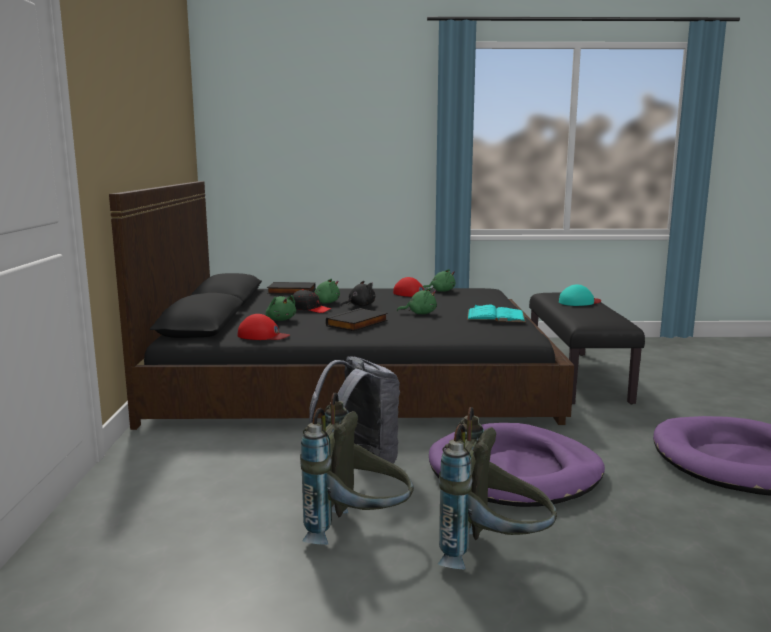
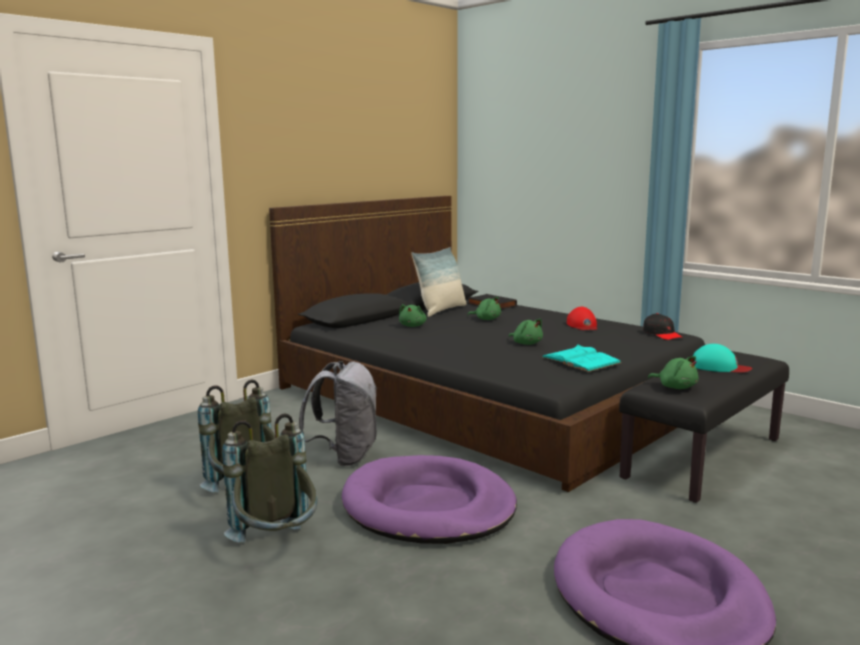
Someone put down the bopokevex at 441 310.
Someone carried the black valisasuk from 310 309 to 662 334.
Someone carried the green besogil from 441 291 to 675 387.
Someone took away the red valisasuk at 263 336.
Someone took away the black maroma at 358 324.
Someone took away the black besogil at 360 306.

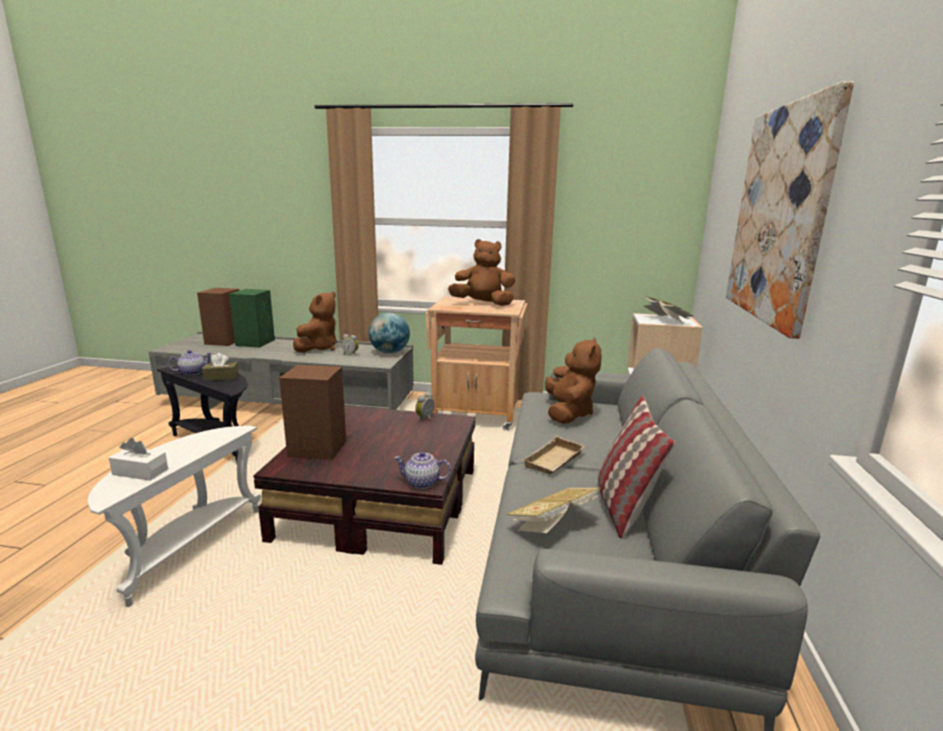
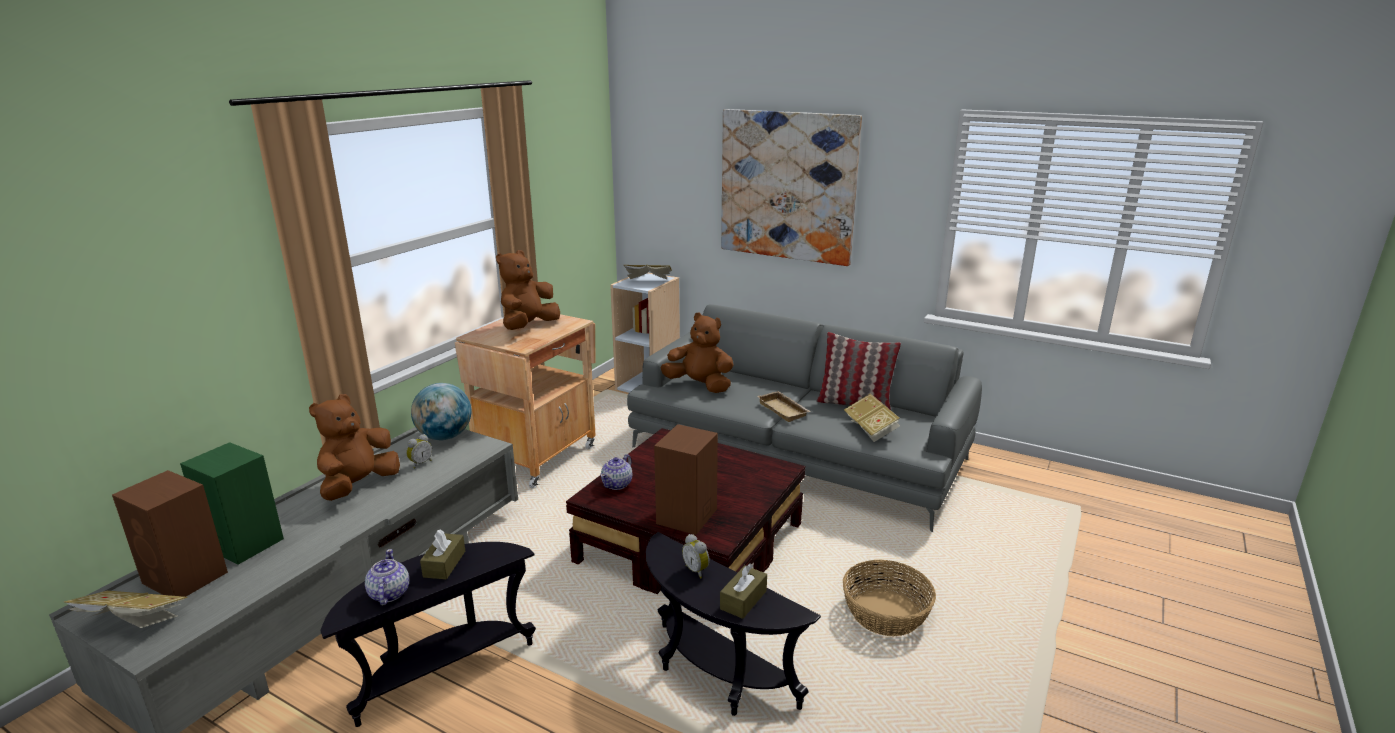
Someone put down the maroma at 132 623.
Someone rotated the brown besogil at 318 348 by 105 degrees counterclockwise.
Someone carried the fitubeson from 422 483 to 617 484.
Someone repainted the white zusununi at 187 549, which became the black zusununi at 714 677.
Someone carried the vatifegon from 426 418 to 697 570.
Someone repainted the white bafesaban at 140 472, which became the brown bafesaban at 743 600.
Someone put down the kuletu at 886 613.

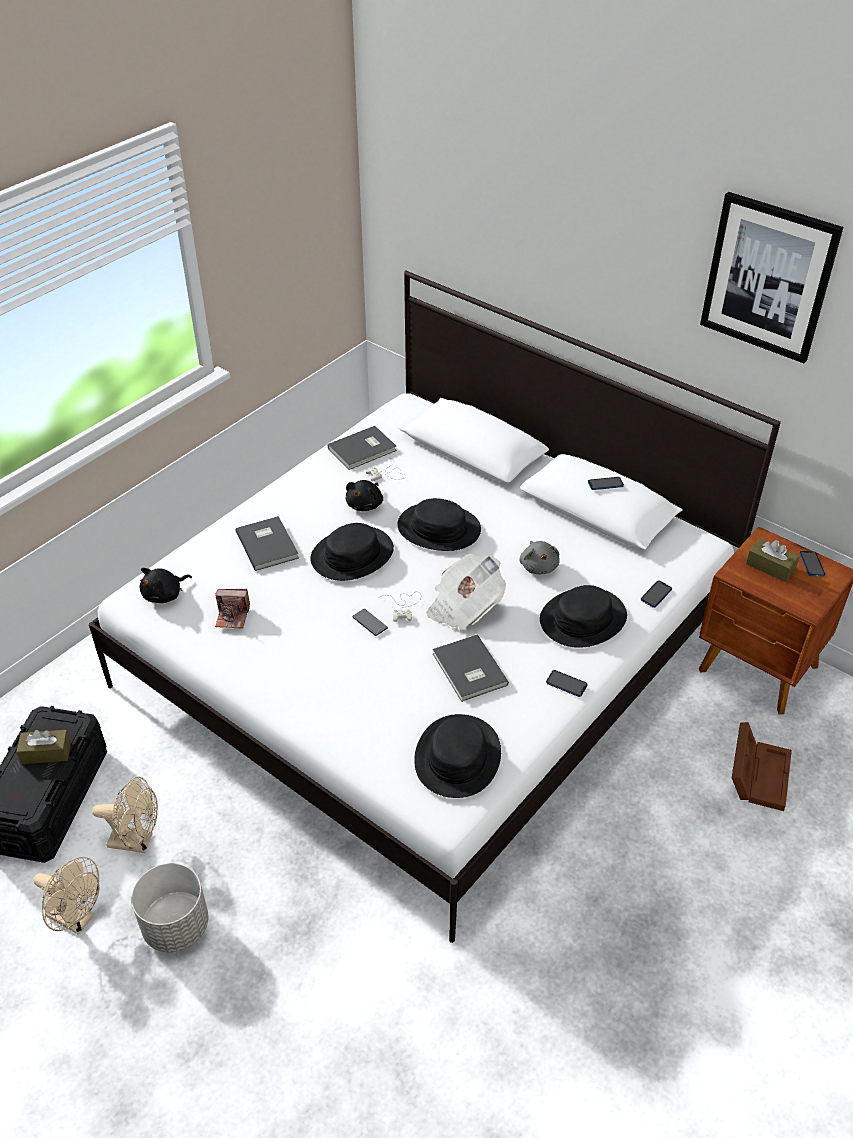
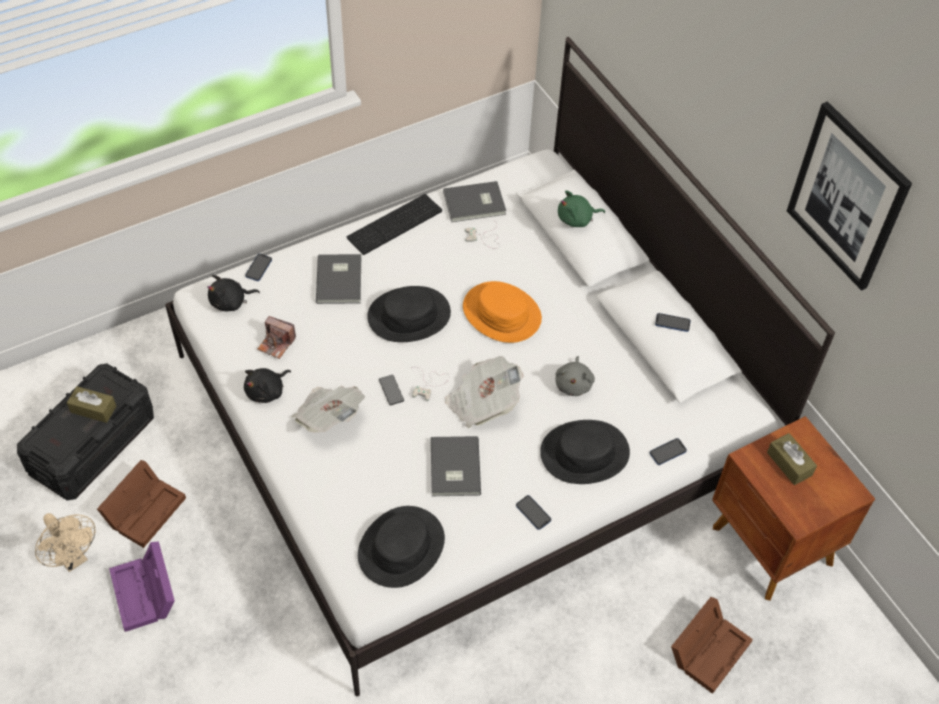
Someone swapped the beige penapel at 137 841 for the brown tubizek at 145 508.
Someone swapped the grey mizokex at 177 926 for the purple tubizek at 145 594.
Someone carried the black besogil from 365 504 to 267 391.
Someone carried the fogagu from 811 564 to 258 268.
Someone put down the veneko at 329 417.
Someone put down the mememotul at 395 226.
Someone repainted the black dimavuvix at 439 528, which became the orange dimavuvix at 501 313.
Someone put down the green besogil at 577 219.

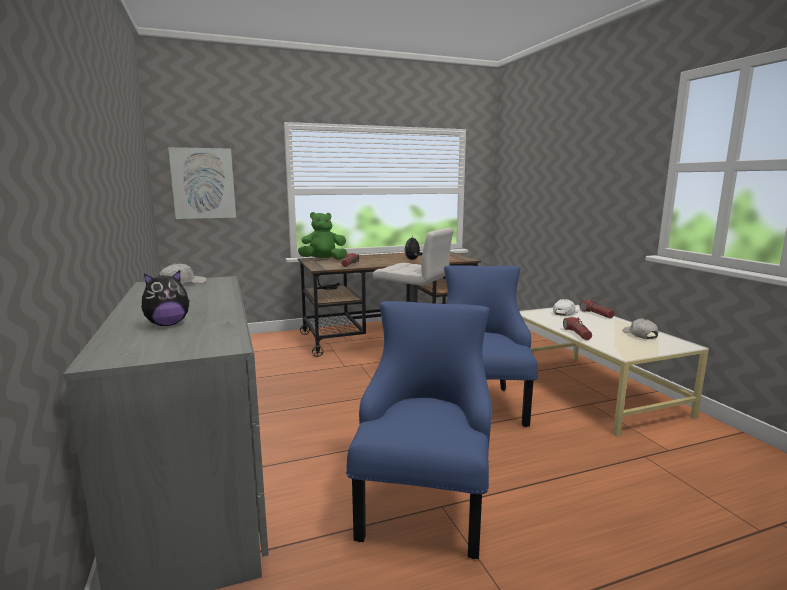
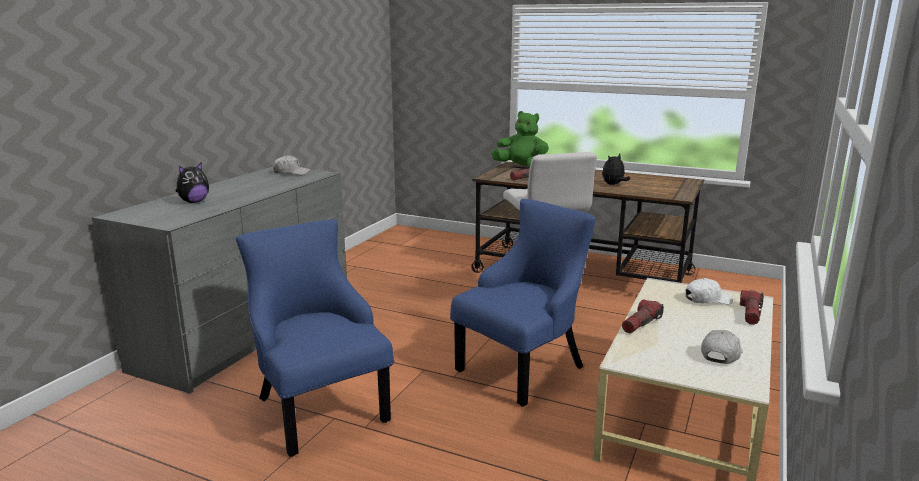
Someone rotated the besogil at 167 324 by 60 degrees counterclockwise.
Someone rotated the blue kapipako at 424 509 by 90 degrees counterclockwise.
Someone took away the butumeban at 203 183.

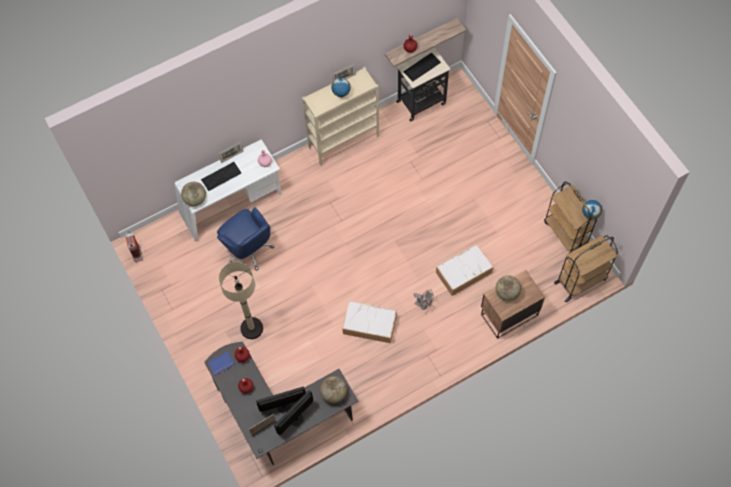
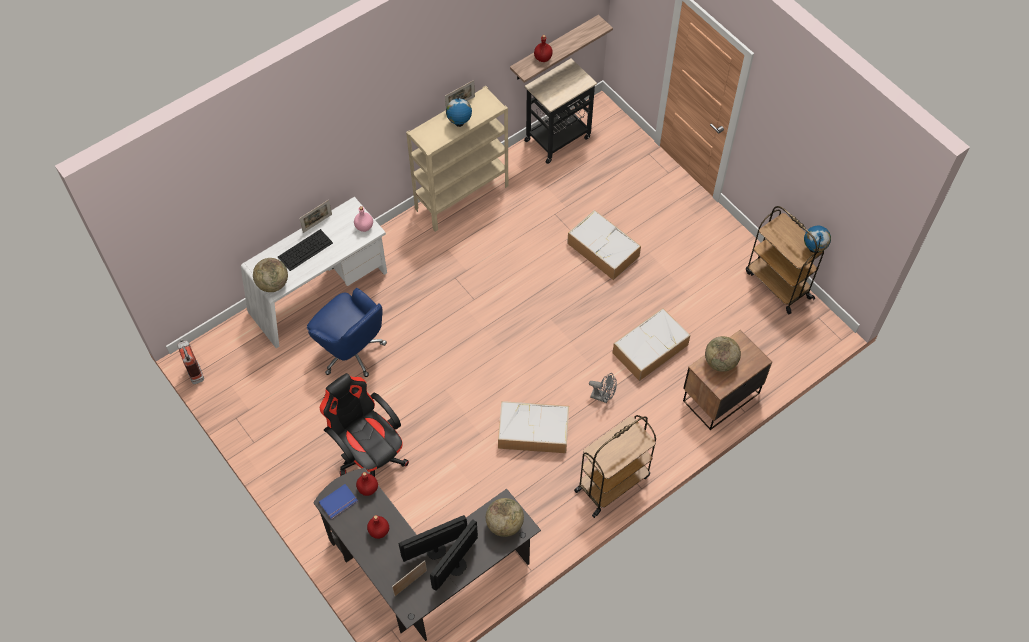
Someone swapped the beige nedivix at 251 328 for the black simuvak at 370 455.
Someone put down the tubizek at 604 250.
Someone carried the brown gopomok from 581 281 to 613 483.
Someone took away the mememotul at 422 66.

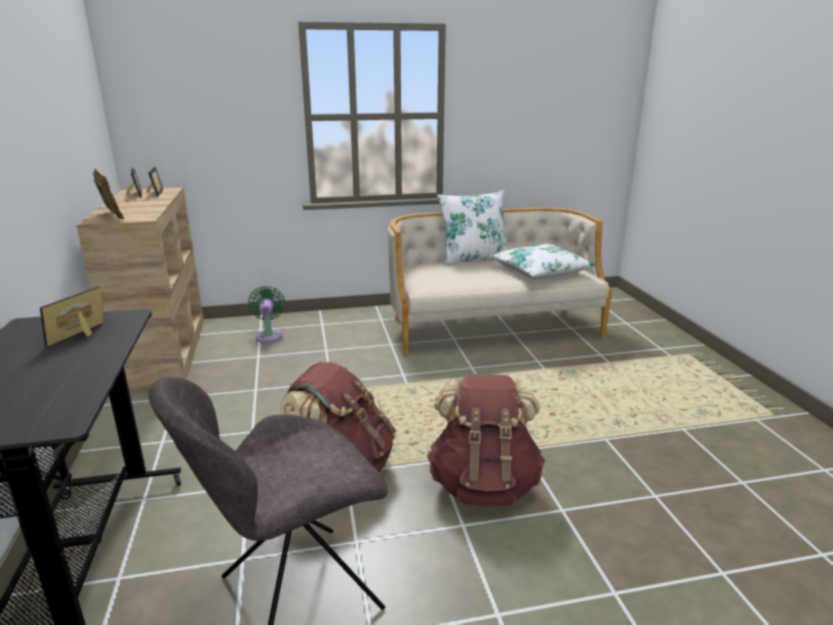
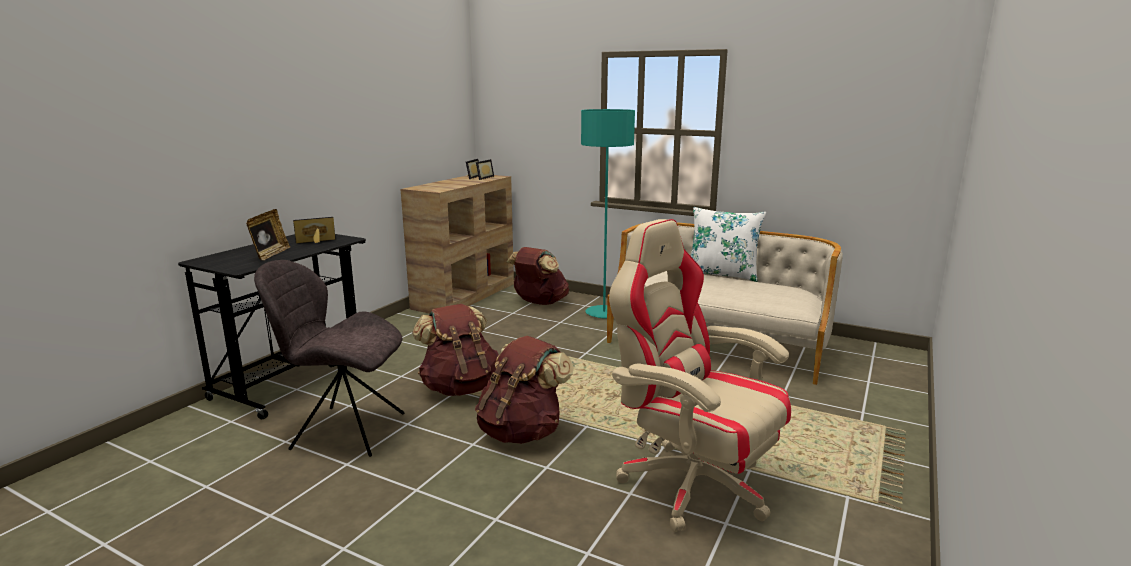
Someone carried the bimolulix from 111 216 to 270 254.
Someone swapped the green penapel at 269 335 for the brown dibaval at 539 302.
Someone put down the turquoise nedivix at 604 313.
Someone put down the beige simuvak at 694 485.
Someone took away the white bopokevex at 540 272.

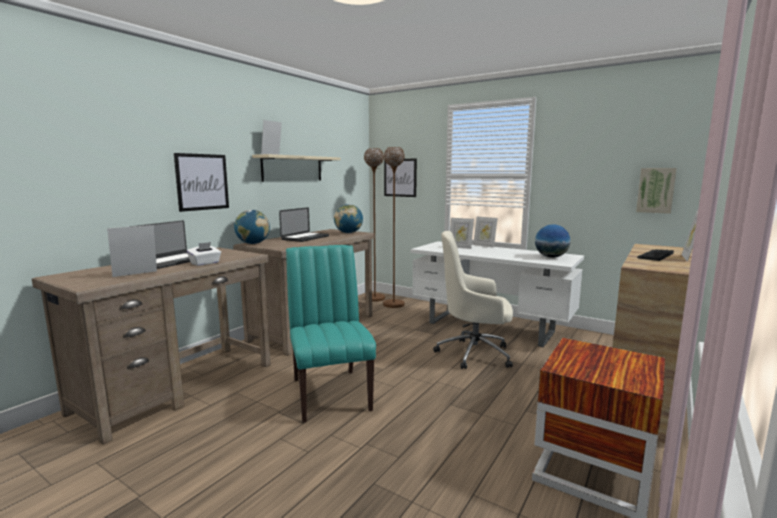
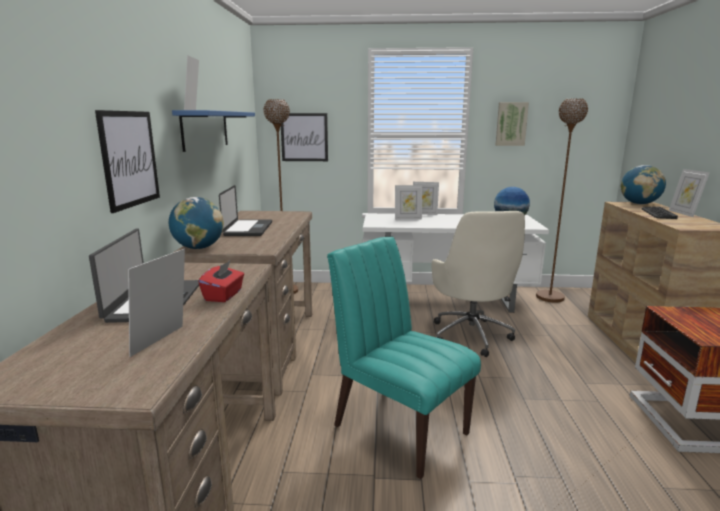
Someone repainted the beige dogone at 292 168, which became the blue dogone at 205 129.
Someone repainted the white bafesaban at 205 263, which became the red bafesaban at 224 295.
Someone rotated the beige simuvak at 474 354 by 75 degrees counterclockwise.
Someone carried the butumeban from 655 190 to 511 124.
Someone carried the brown nedivix from 393 304 to 549 297.
Someone carried the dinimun from 348 233 to 639 204.

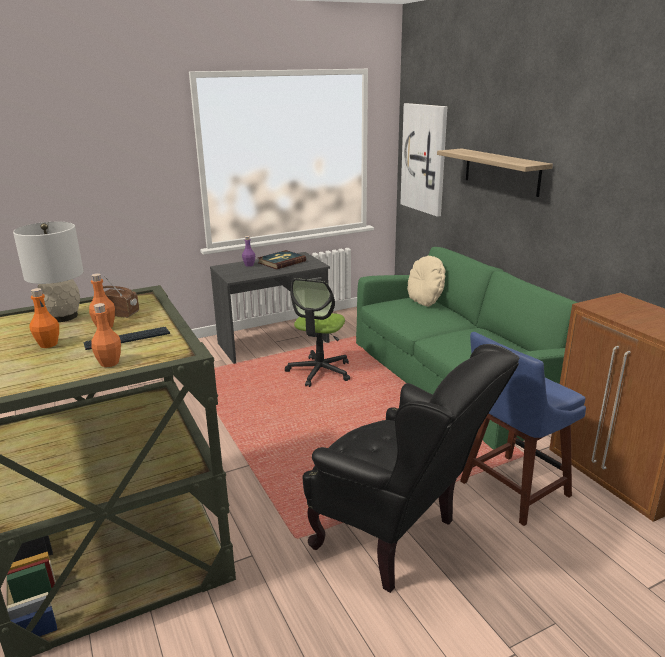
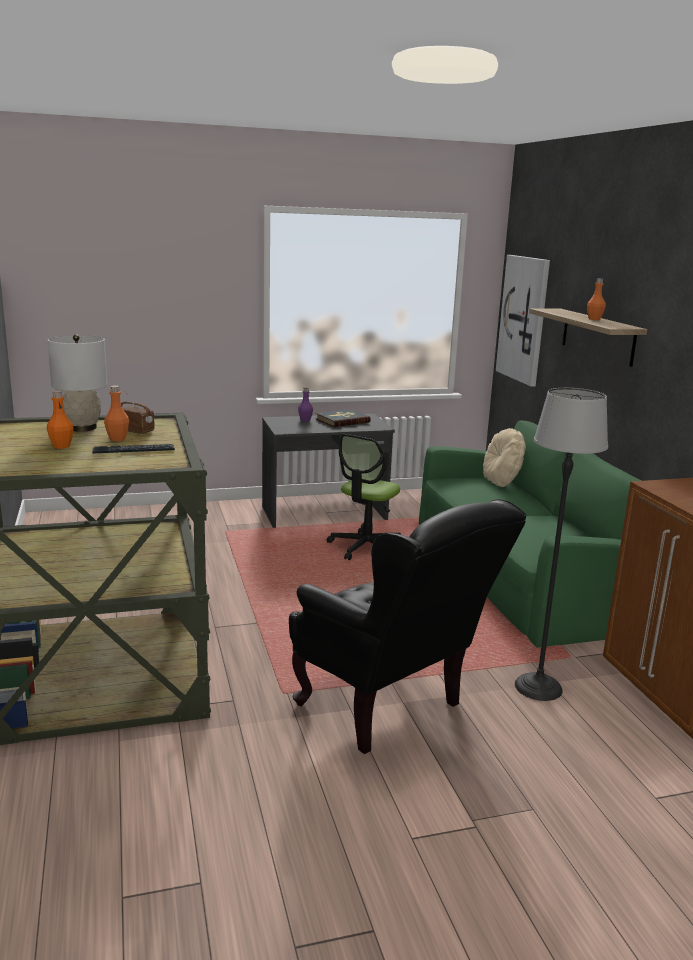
Someone swapped the blue kapipako at 510 490 for the nedivix at 538 687.
Someone carried the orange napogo from 109 363 to 594 319.

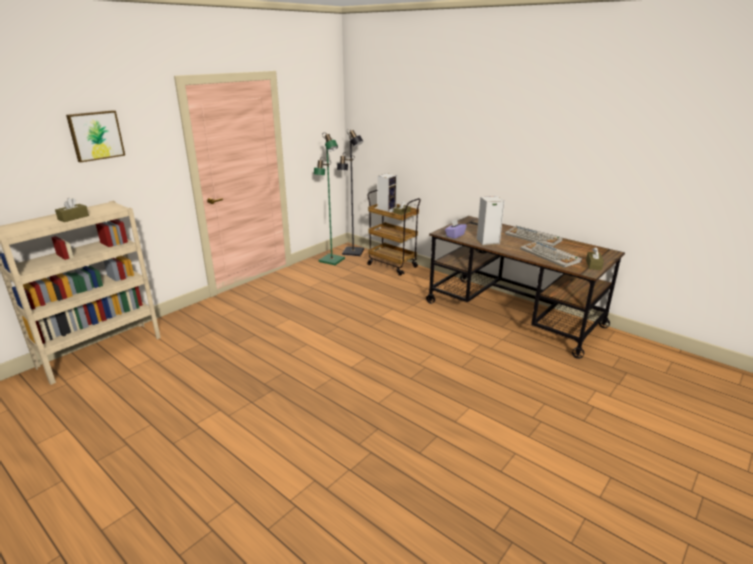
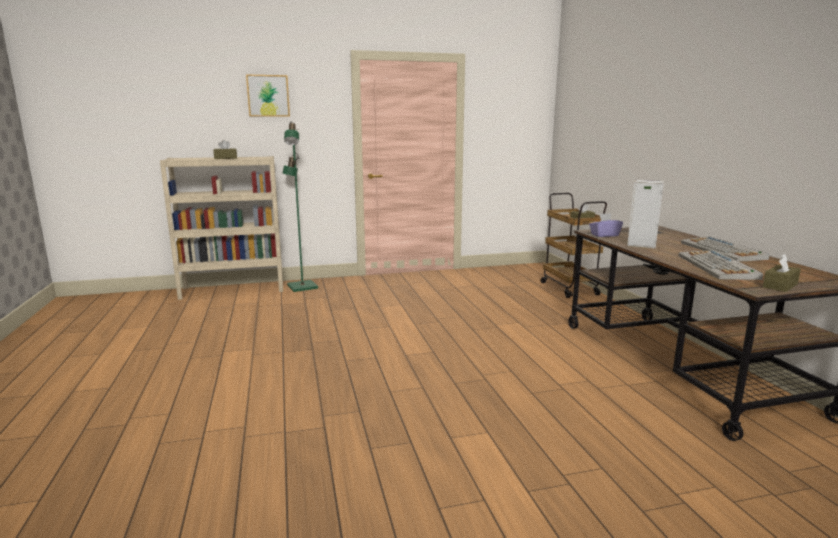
Someone carried the green nedivix from 331 260 to 302 286.
Someone took away the black nedivix at 353 252.
Someone took away the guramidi at 387 210.

